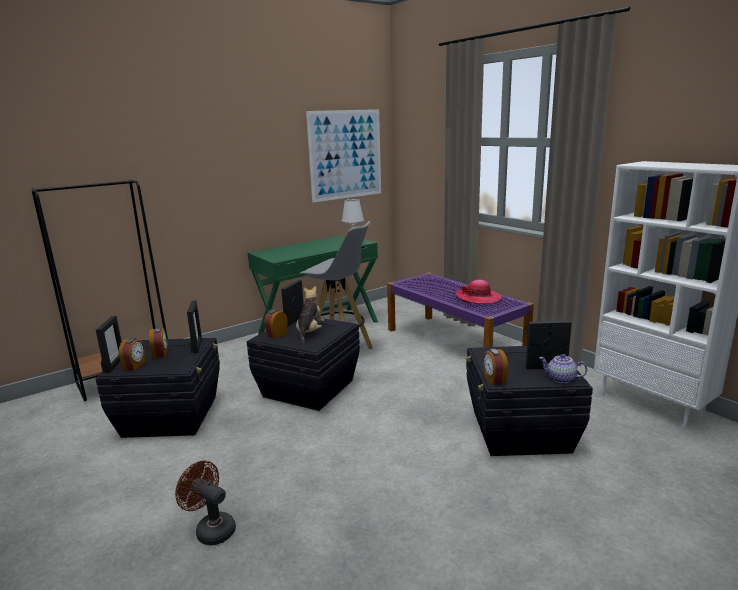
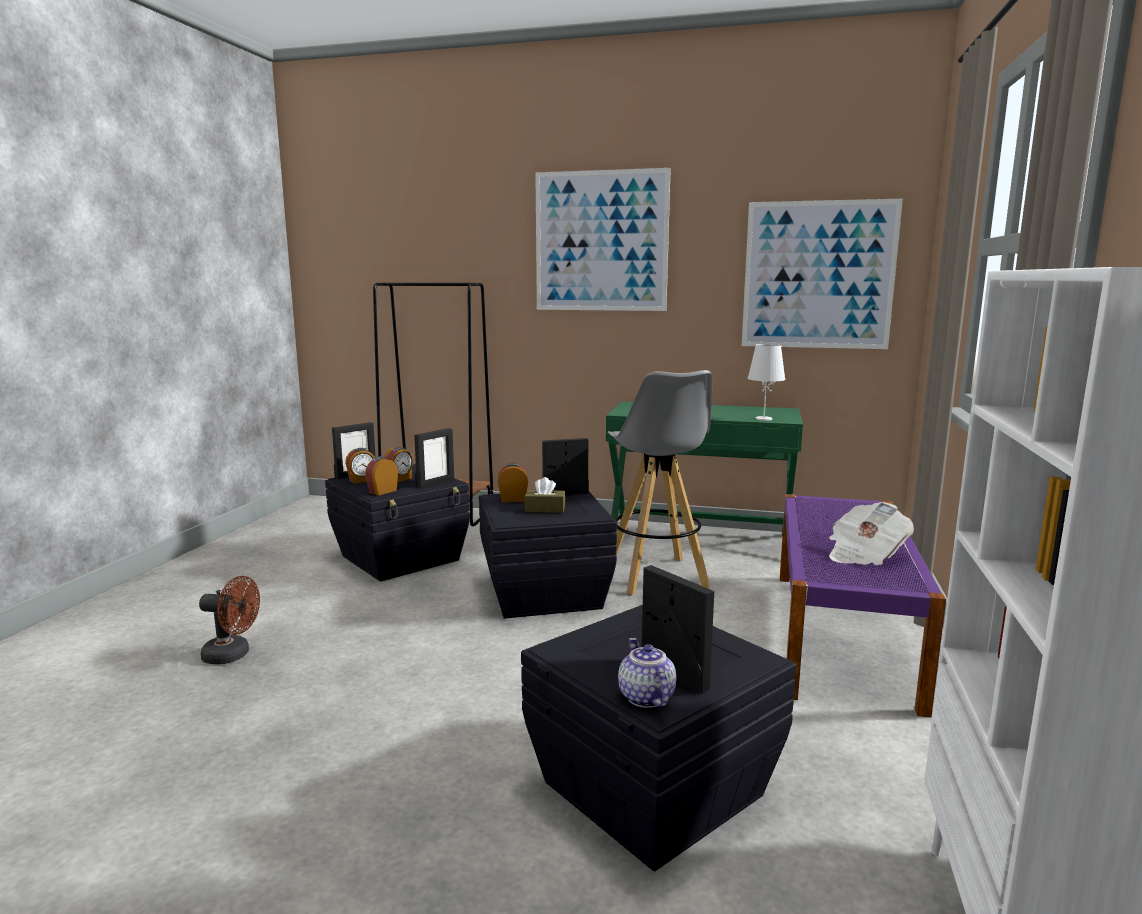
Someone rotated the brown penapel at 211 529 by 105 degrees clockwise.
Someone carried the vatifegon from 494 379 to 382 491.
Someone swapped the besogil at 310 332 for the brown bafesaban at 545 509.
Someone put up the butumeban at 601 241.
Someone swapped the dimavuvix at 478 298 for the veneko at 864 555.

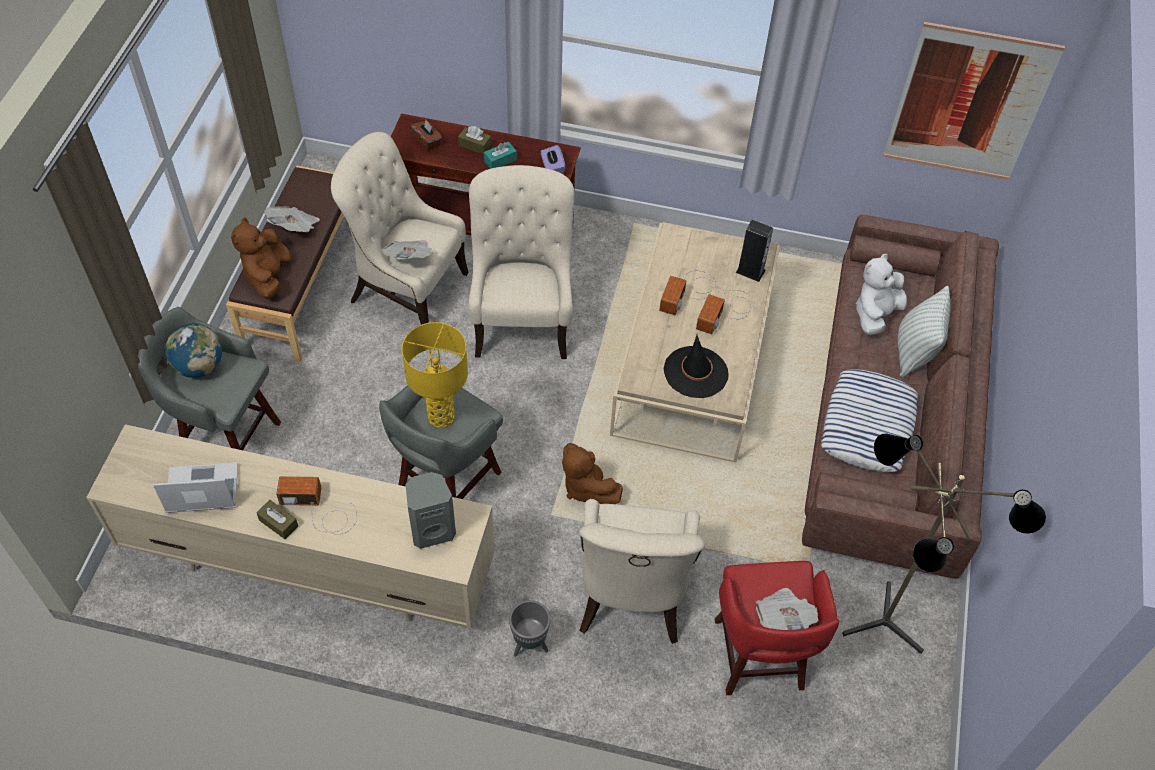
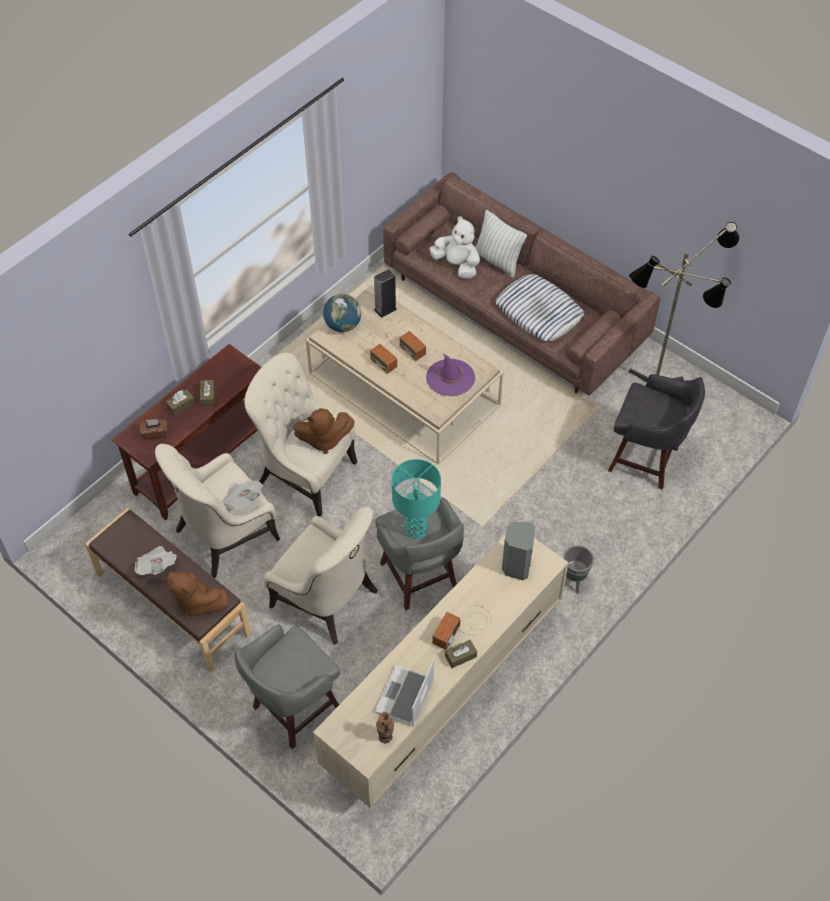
Someone repainted the turquoise bafesaban at 500 160, which became the brown bafesaban at 208 396.
Someone carried the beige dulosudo from 632 592 to 326 598.
Someone carried the brown besogil from 586 487 to 324 439.
Someone carried the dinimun from 199 366 to 342 325.
Someone put down the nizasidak at 385 737.
Someone repainted the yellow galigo at 441 416, which became the turquoise galigo at 416 529.
Someone repainted the black dimavuvix at 695 372, which became the purple dimavuvix at 450 377.
Someone rotated the white besogil at 875 314 by 150 degrees clockwise.
Someone repainted the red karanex at 758 659, which became the grey karanex at 646 461.
Someone took away the purple bafesaban at 552 168.
Someone took away the veneko at 783 617.
Someone took away the butumeban at 968 103.

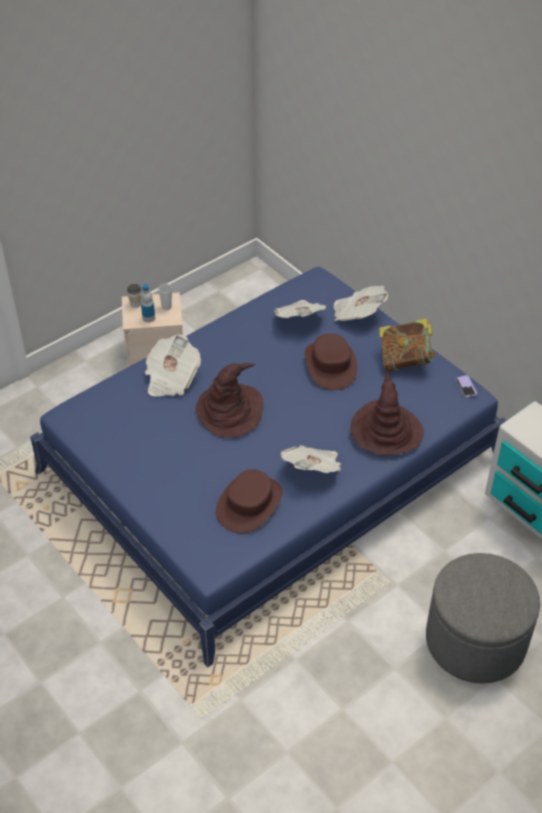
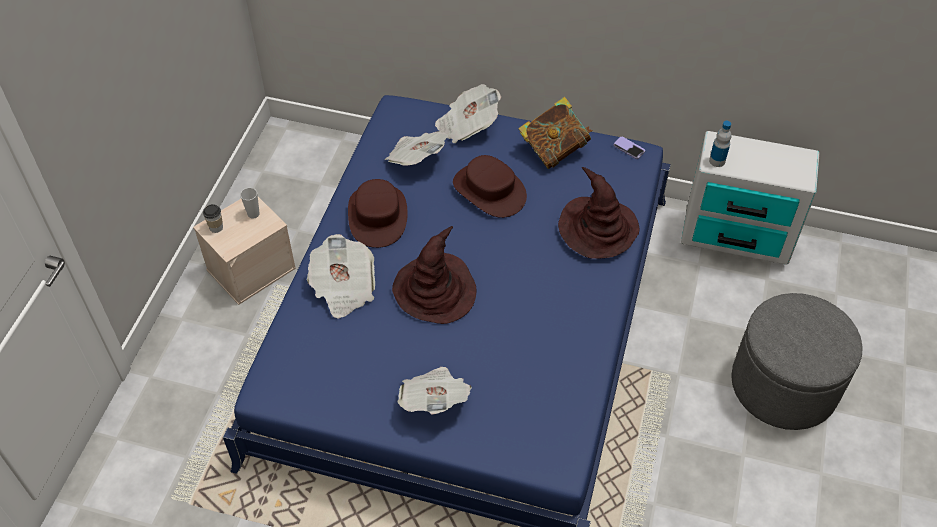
Someone carried the brown dimavuvix from 249 504 to 378 216.
Someone carried the veneko from 313 469 to 434 400.
Someone carried the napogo from 148 318 to 717 161.

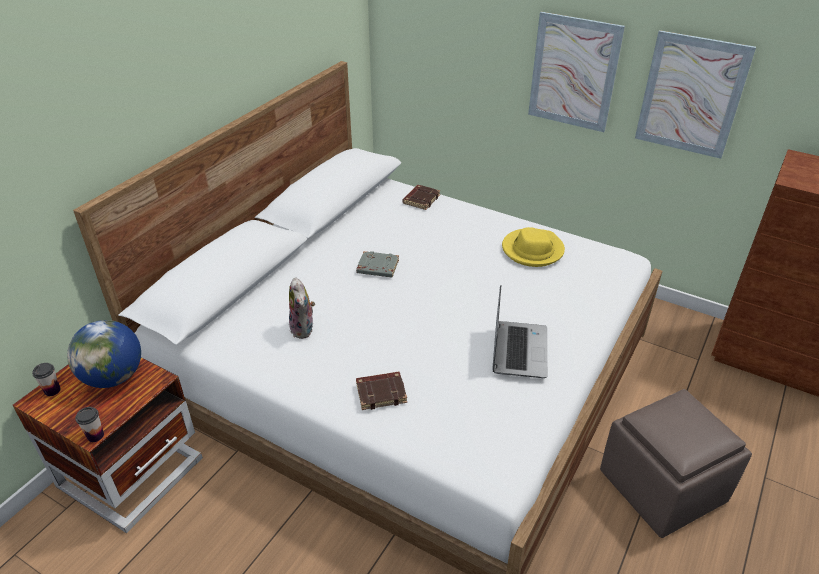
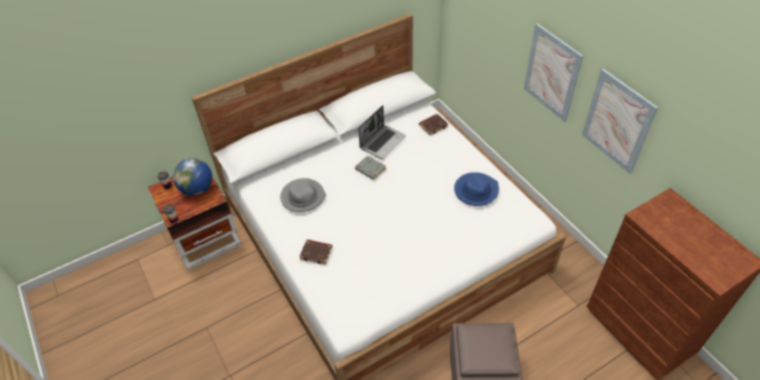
Someone swapped the besogil at 304 329 for the grey dimavuvix at 302 196.
Someone carried the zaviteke from 518 350 to 382 142.
Someone repainted the yellow dimavuvix at 532 250, which became the blue dimavuvix at 476 191.

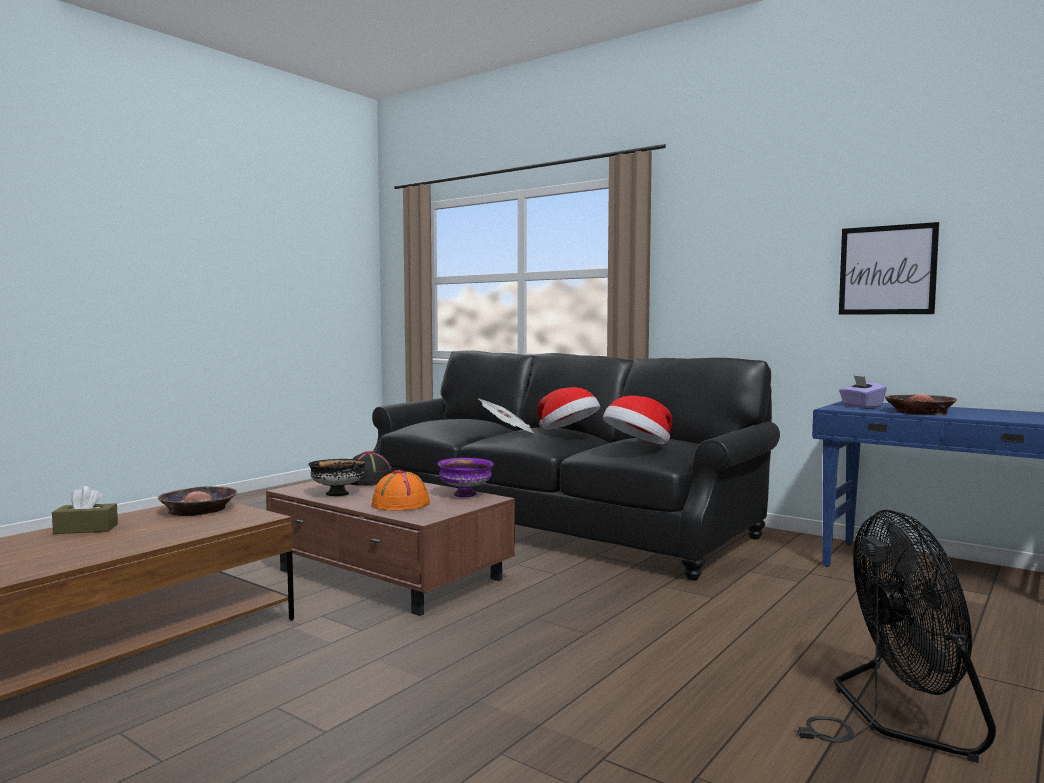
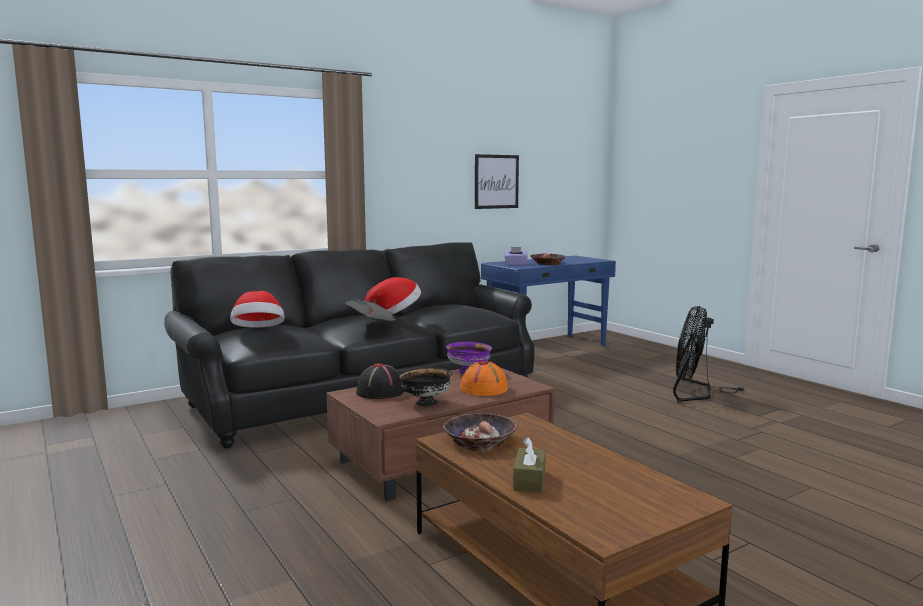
Someone carried the dimavuvix from 637 446 to 258 331.
Someone rotated the black penapel at 885 712 by 90 degrees counterclockwise.

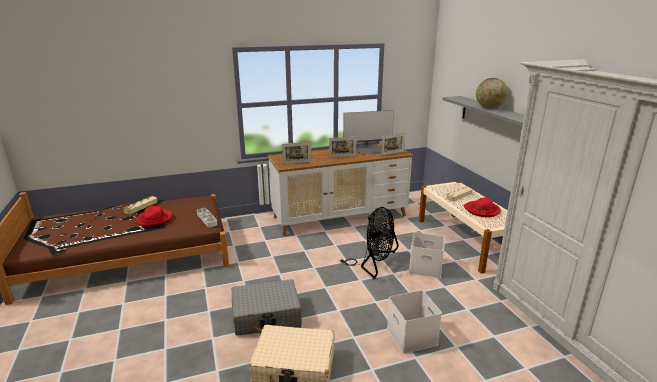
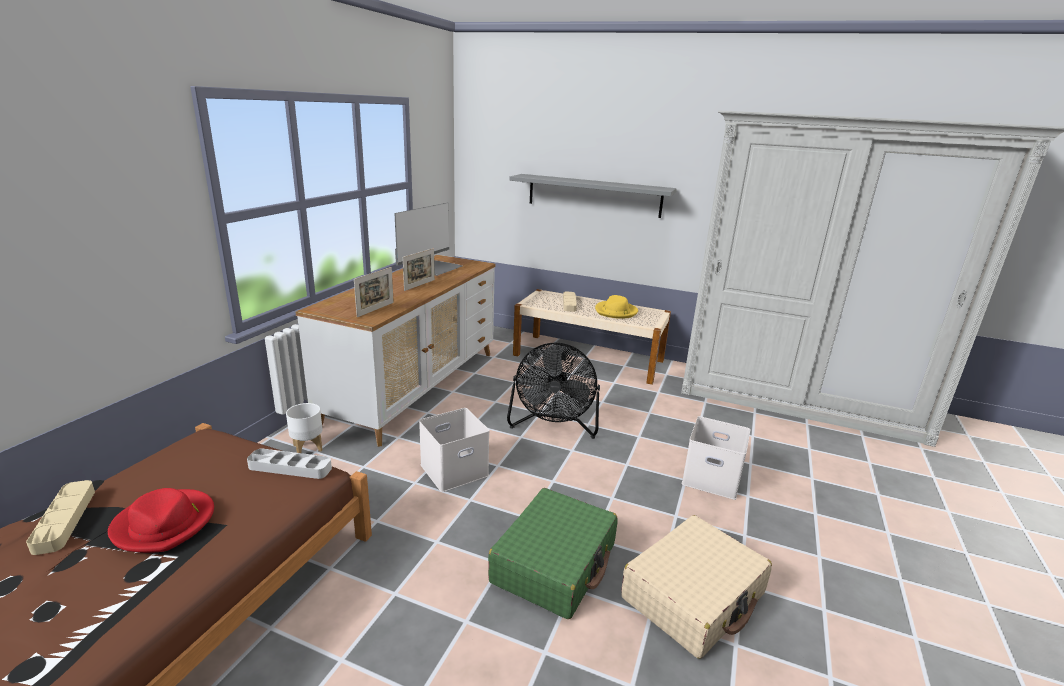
Someone put down the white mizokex at 307 447.
Someone carried the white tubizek from 426 267 to 454 469.
Someone repainted the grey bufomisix at 266 316, which became the green bufomisix at 554 563.
Someone rotated the black penapel at 373 263 by 120 degrees clockwise.
Someone repainted the red dimavuvix at 482 210, which became the yellow dimavuvix at 616 312.
Someone took away the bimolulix at 392 153.
Someone took away the dinimun at 489 108.

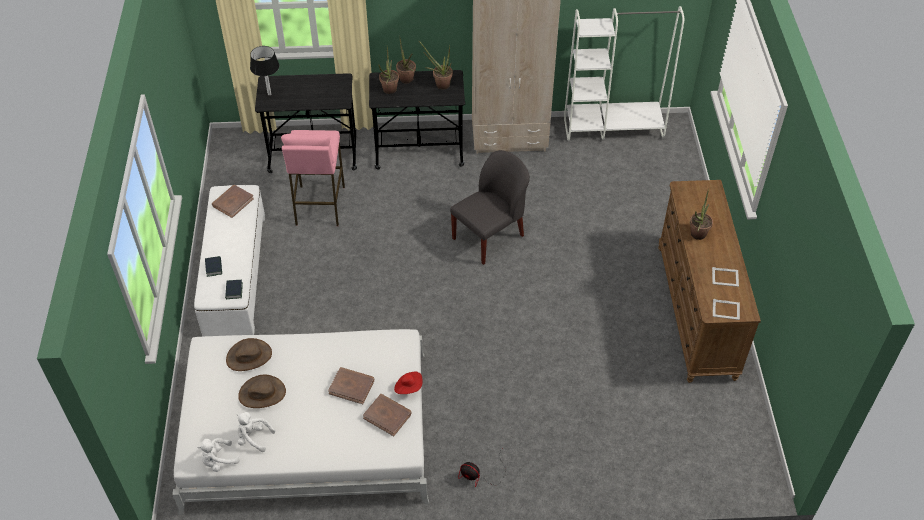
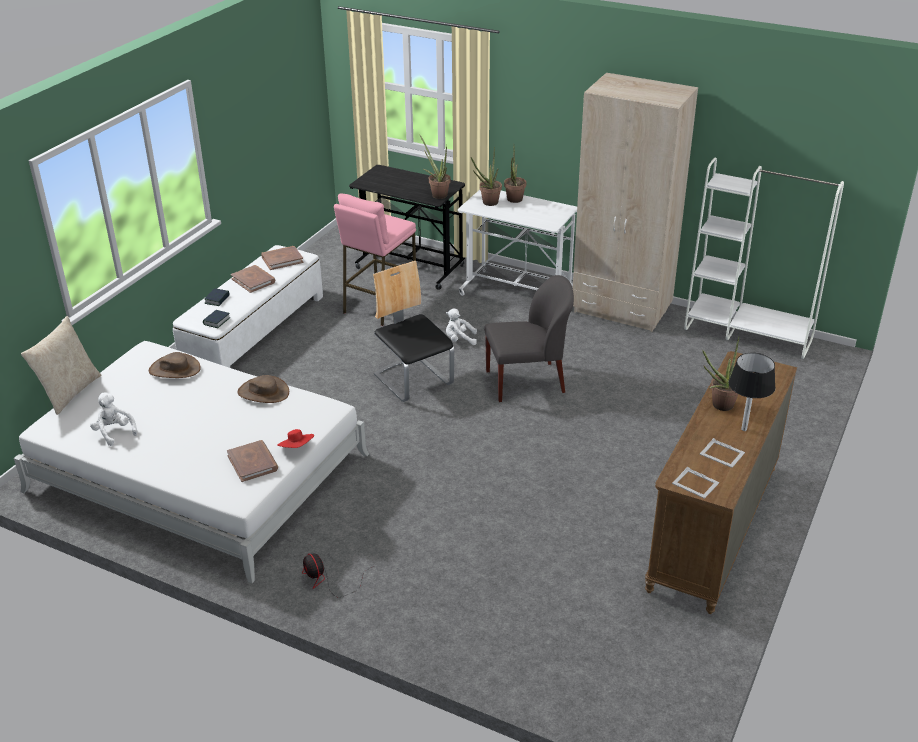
Someone put down the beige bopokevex at 69 392.
Someone carried the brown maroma from 352 386 to 253 280.
Someone carried the brown dimavuvix from 262 393 to 263 392.
Someone put down the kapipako at 413 380.
Someone carried the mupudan from 439 84 to 437 194.
Someone carried the white besogil from 218 461 to 459 339.
Someone repainted the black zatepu at 419 151, which became the white zatepu at 516 293.
Someone carried the black galigo from 269 94 to 744 429.

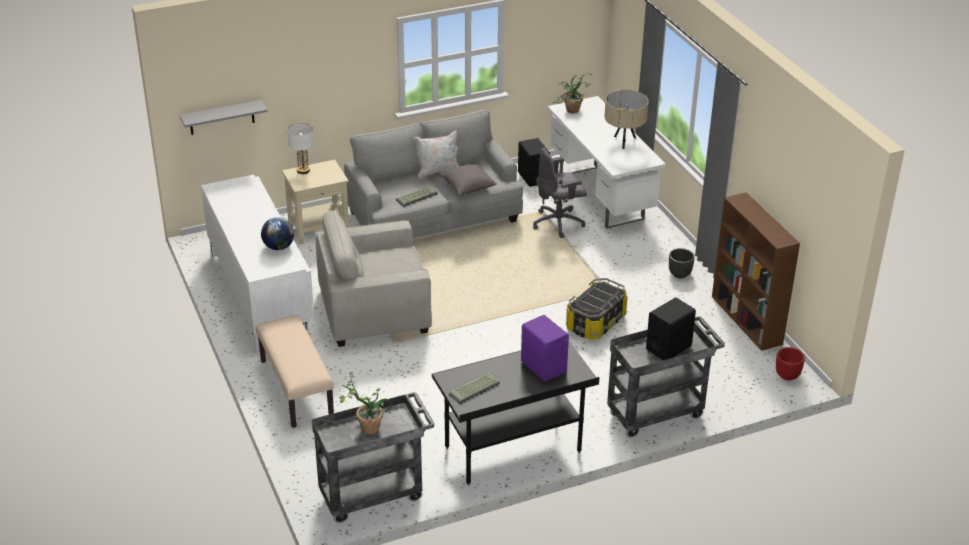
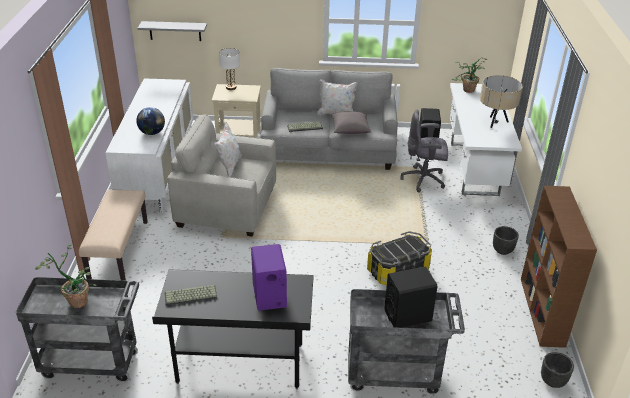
Someone put down the white bopokevex at 229 166.
Someone repainted the red mizokex at 787 375, which became the black mizokex at 553 381.

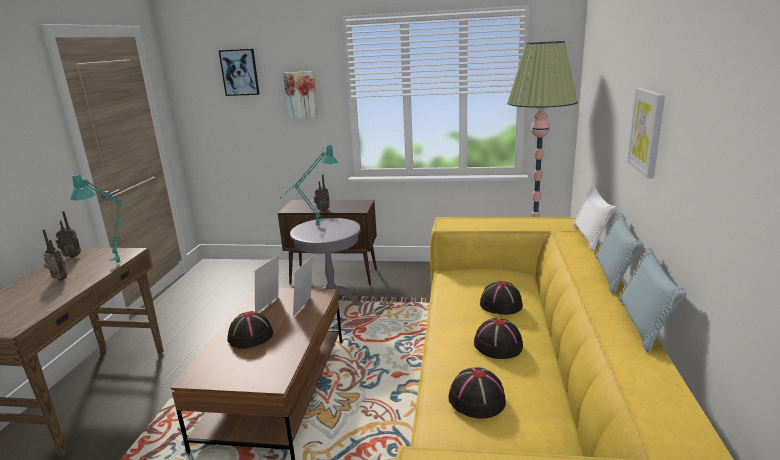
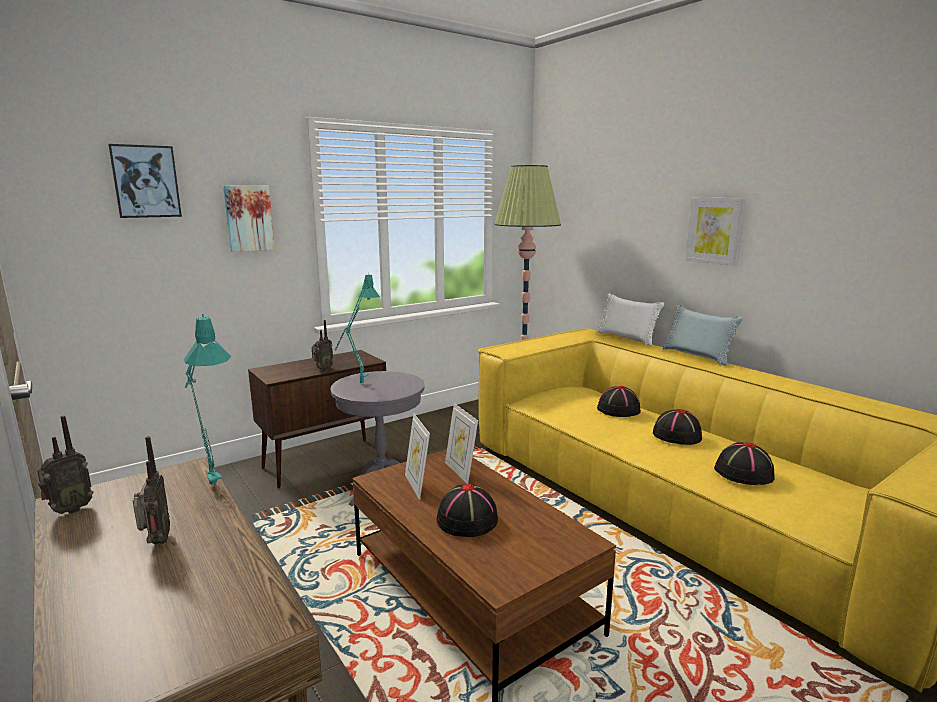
Someone rotated the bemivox at 59 281 by 90 degrees clockwise.
Someone took away the blue bopokevex at 644 324.

